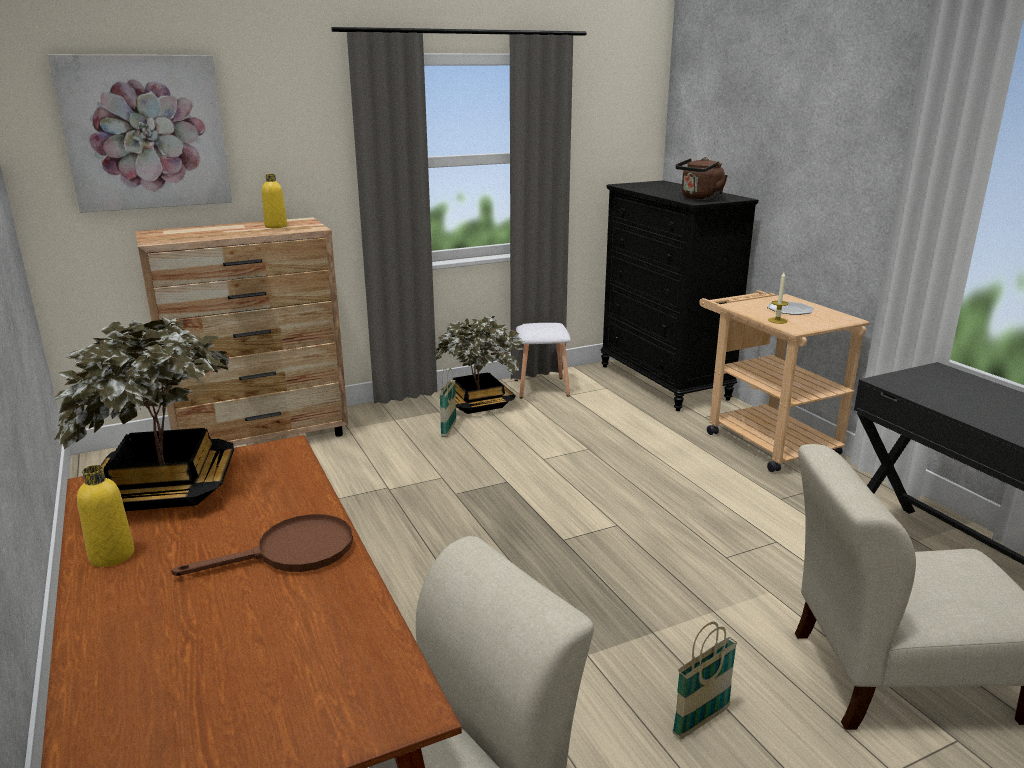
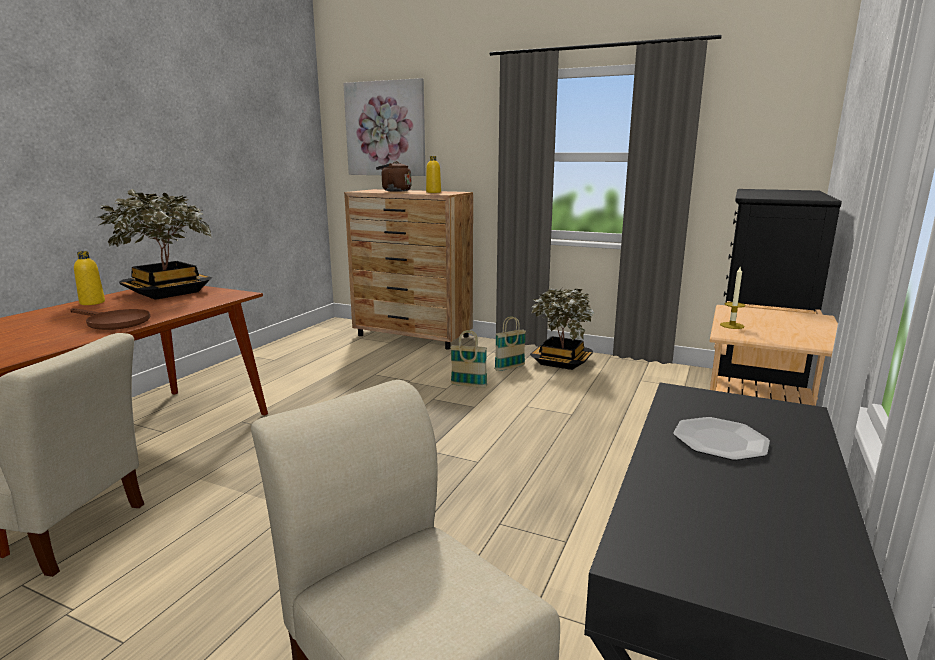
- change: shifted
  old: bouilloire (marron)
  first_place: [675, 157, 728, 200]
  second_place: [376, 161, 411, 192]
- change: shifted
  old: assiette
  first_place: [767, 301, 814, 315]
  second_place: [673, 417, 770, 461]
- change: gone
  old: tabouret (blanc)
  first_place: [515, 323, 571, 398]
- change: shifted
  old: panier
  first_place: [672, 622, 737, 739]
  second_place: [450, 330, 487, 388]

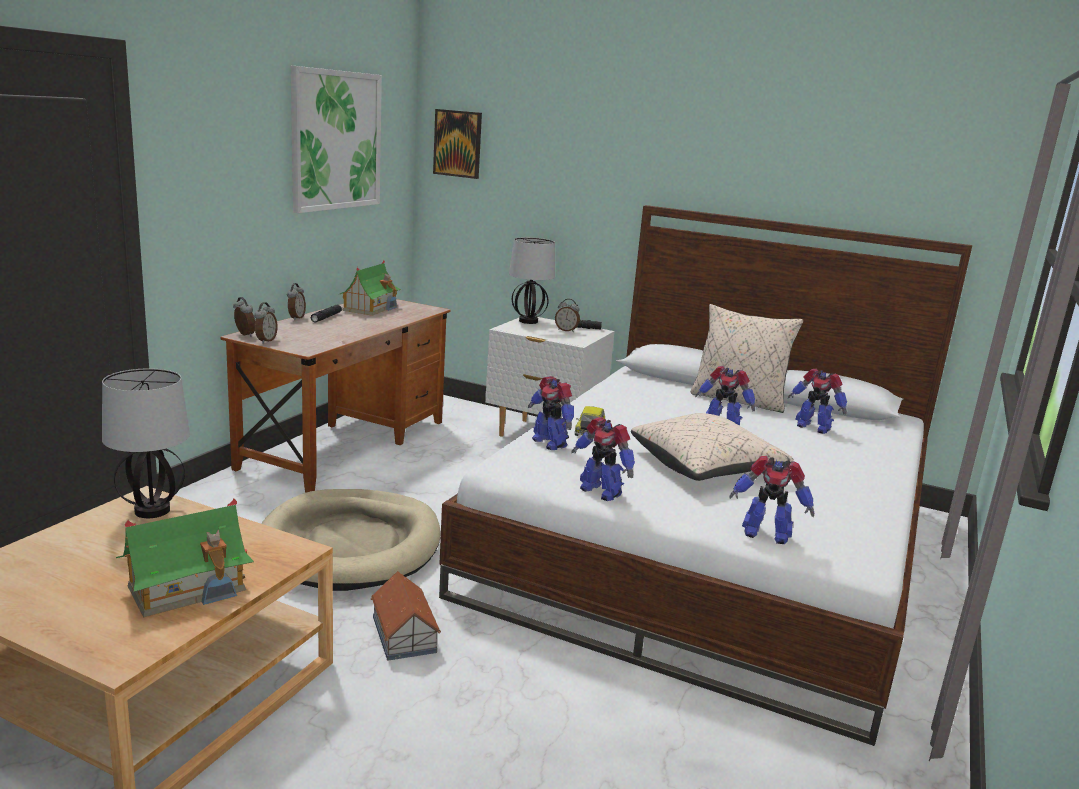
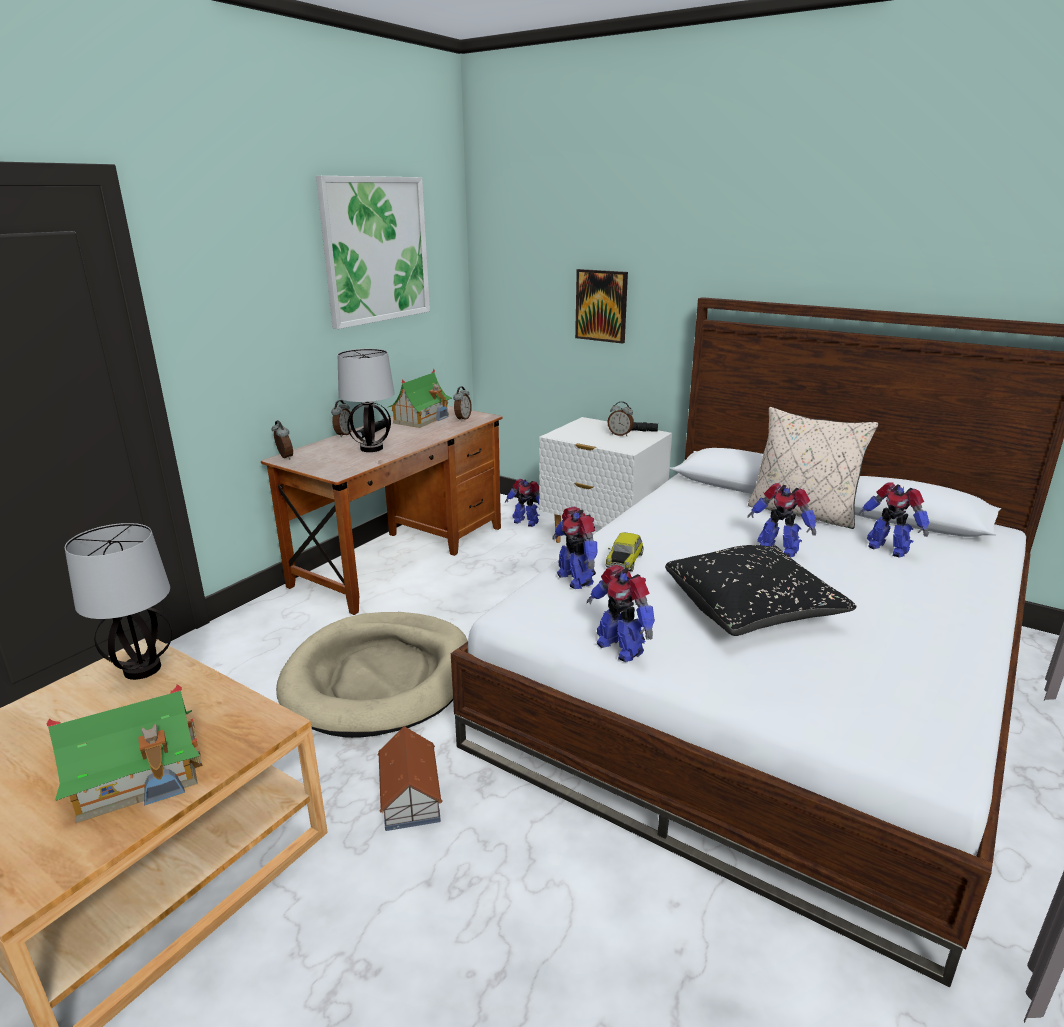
- change: shifted
  old: tableau
  first_place: [433, 109, 482, 179]
  second_place: [575, 269, 628, 344]
- change: shifted
  old: lampe de table
  first_place: [509, 237, 555, 324]
  second_place: [338, 349, 395, 452]
- change: shifted
  old: réveil
  first_place: [254, 302, 278, 343]
  second_place: [453, 386, 472, 421]
- change: repainted
  old: coussin (beige)
  new: coussin (noir)
  first_place: [631, 413, 794, 481]
  second_place: [665, 545, 856, 636]
- change: shifted
  old: robot jouet
  first_place: [729, 456, 814, 544]
  second_place: [505, 479, 539, 527]

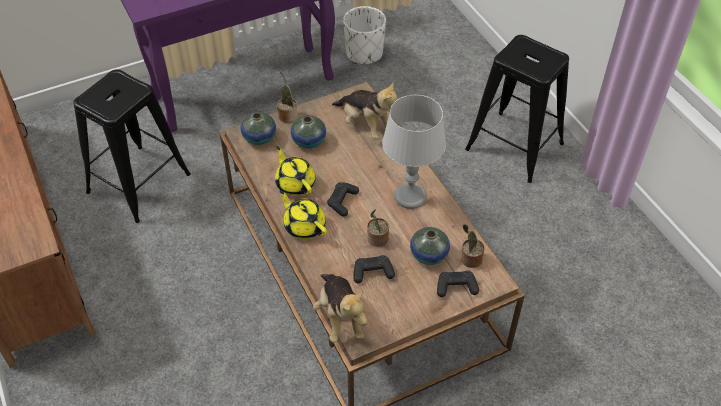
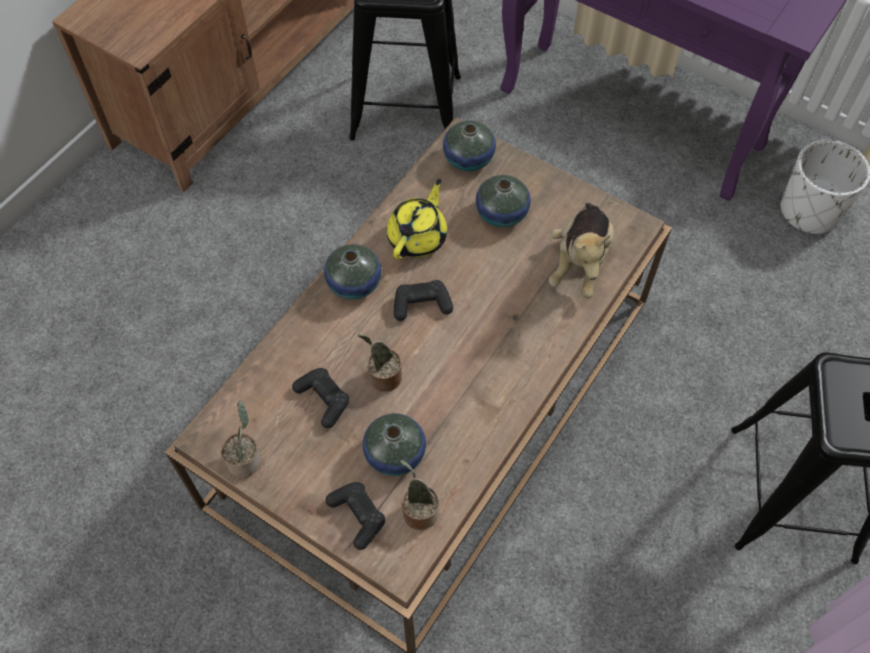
- change: shifted
  old: plante en pot
  first_place: [277, 69, 298, 123]
  second_place: [221, 401, 261, 477]
- change: gone
  old: lampe de table (gris)
  first_place: [382, 95, 446, 209]
- change: swapped
  old: théière (jaune)
  new: vase
  first_place: [280, 190, 327, 239]
  second_place: [324, 244, 382, 300]
- change: gone
  old: peluche
  first_place: [313, 274, 367, 343]

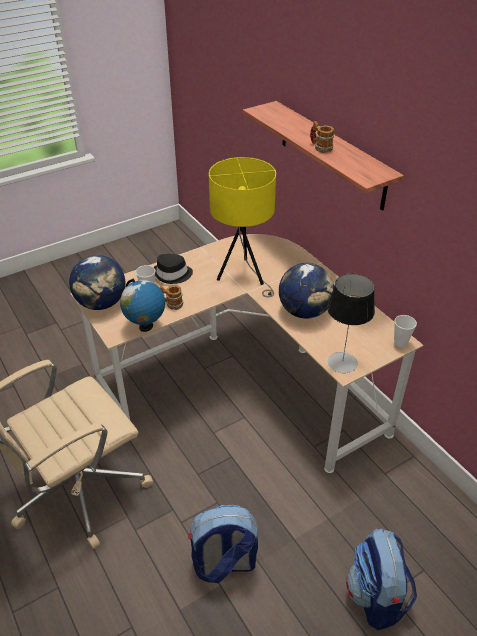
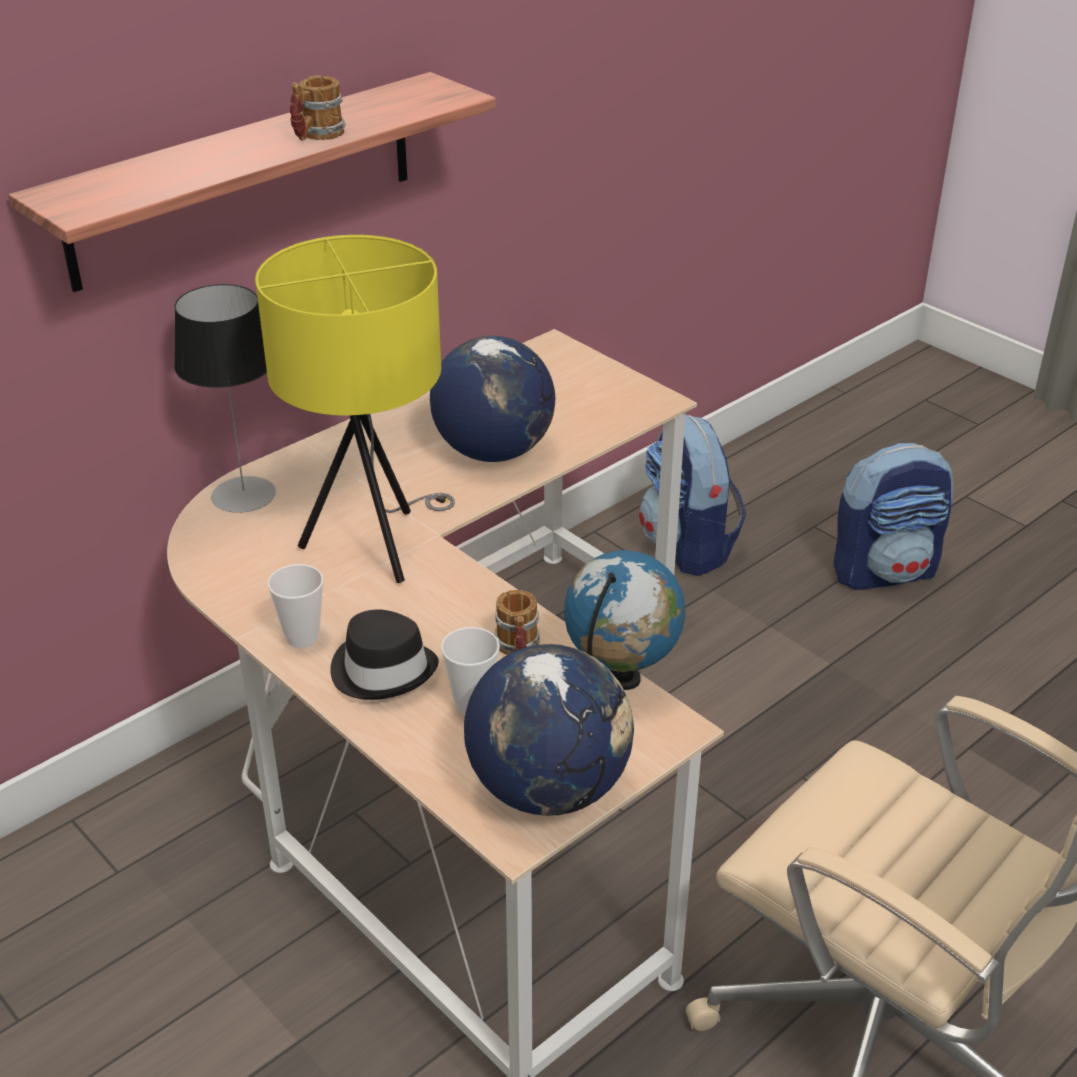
- change: shifted
  old: lampe de table
  first_place: [327, 274, 375, 373]
  second_place: [174, 284, 276, 513]
- change: shifted
  old: tasse
  first_place: [394, 315, 417, 348]
  second_place: [267, 564, 324, 648]
- change: shifted
  old: sac à dos
  first_place: [188, 505, 258, 583]
  second_place: [639, 414, 746, 576]

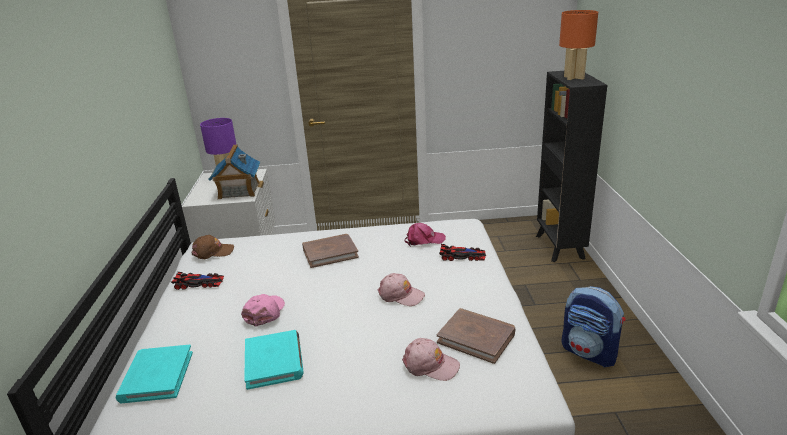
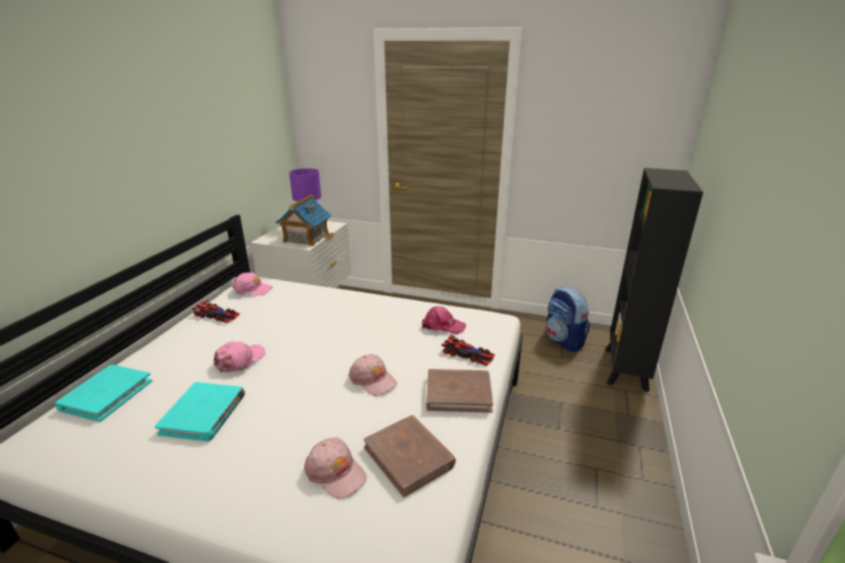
- change: gone
  old: lampe de table (orange)
  first_place: [559, 10, 598, 80]
- change: shifted
  old: livre (marron)
  first_place: [302, 234, 359, 268]
  second_place: [426, 369, 493, 413]
- change: repainted
  old: casquette (marron)
  new: casquette (rose)
  first_place: [191, 235, 234, 259]
  second_place: [232, 272, 273, 296]
- change: shifted
  old: sac à dos
  first_place: [561, 286, 625, 367]
  second_place: [545, 286, 590, 352]

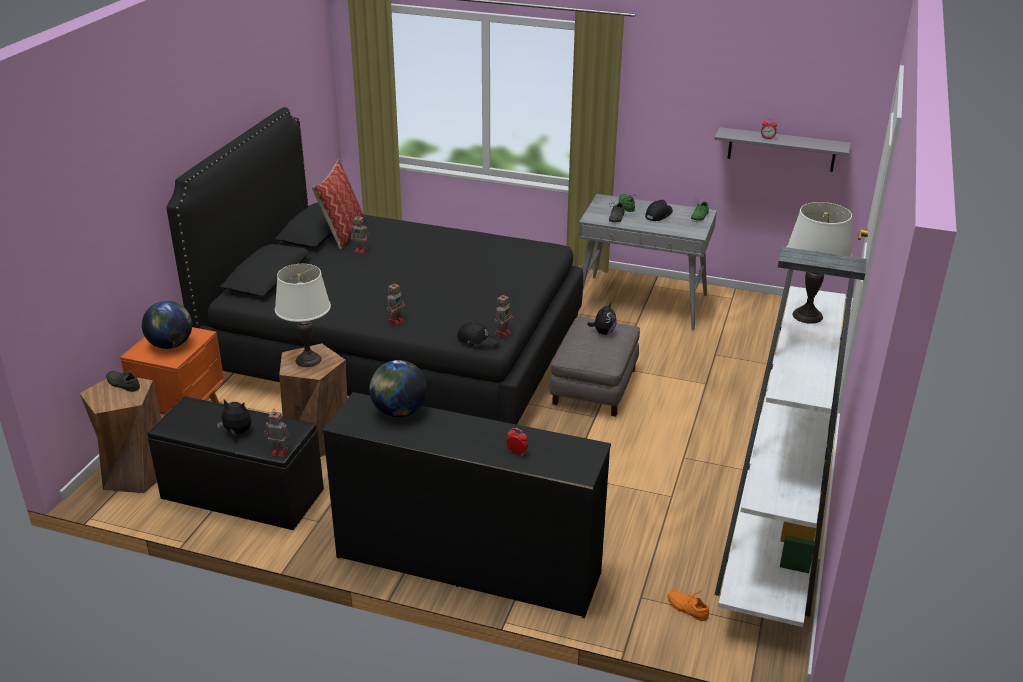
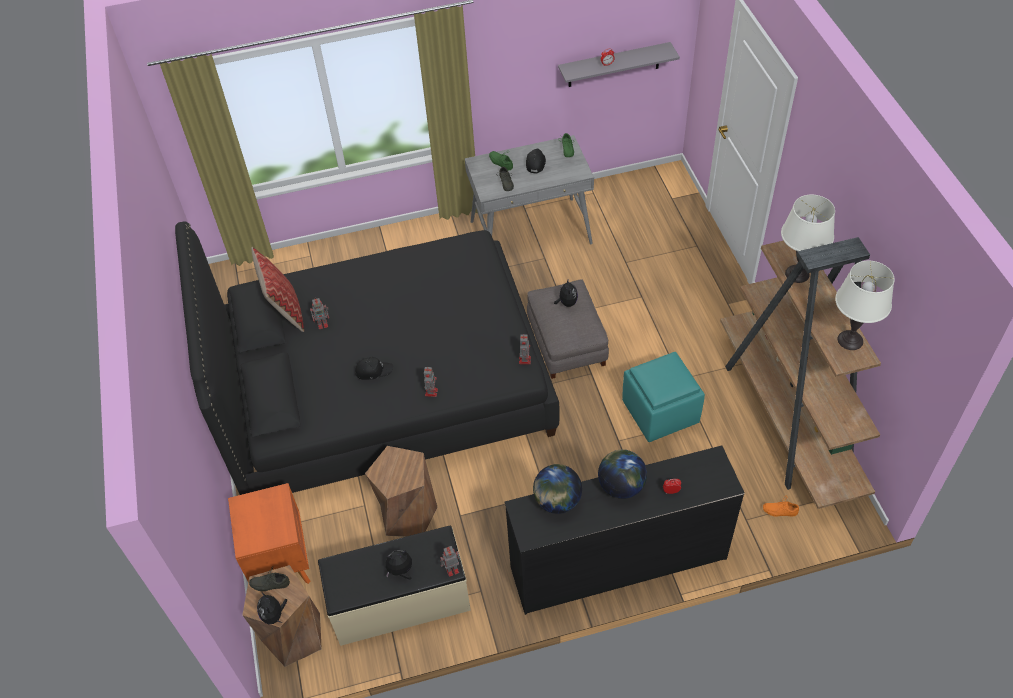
- change: repainted
  old: bibliothèque (blanc)
  new: bibliothèque (marron)
  first_place: [715, 247, 867, 627]
  second_place: [720, 237, 881, 509]
- change: shifted
  old: lampe de table (blanc)
  first_place: [275, 264, 331, 367]
  second_place: [835, 261, 895, 350]
- change: shifted
  old: globe
  first_place: [142, 301, 192, 349]
  second_place: [598, 449, 647, 499]
- change: shifted
  old: casquette (noir)
  first_place: [457, 322, 498, 348]
  second_place: [355, 357, 393, 380]
- change: repainted
  old: banc (noir)
  new: banc (beige)
  first_place: [147, 397, 324, 530]
  second_place: [318, 526, 471, 646]
- change: new
  new: pouf (turquoise)
  second_place: [622, 352, 705, 442]
- change: new
  new: peluche
  second_place: [257, 593, 287, 624]

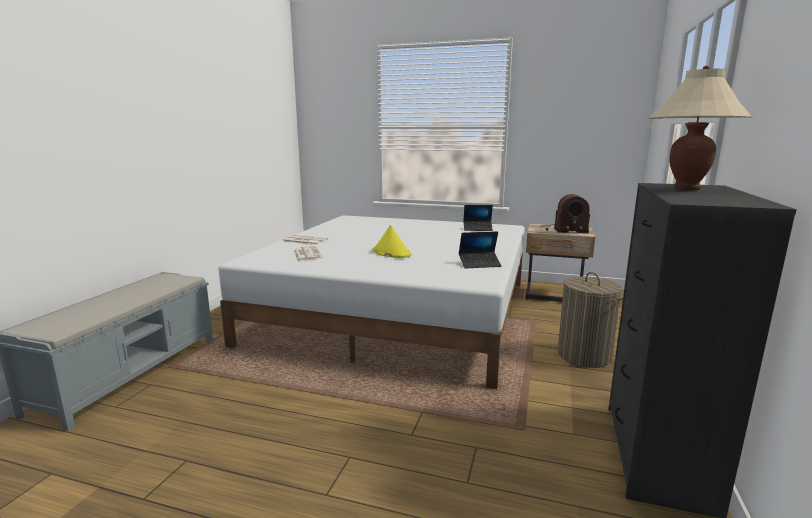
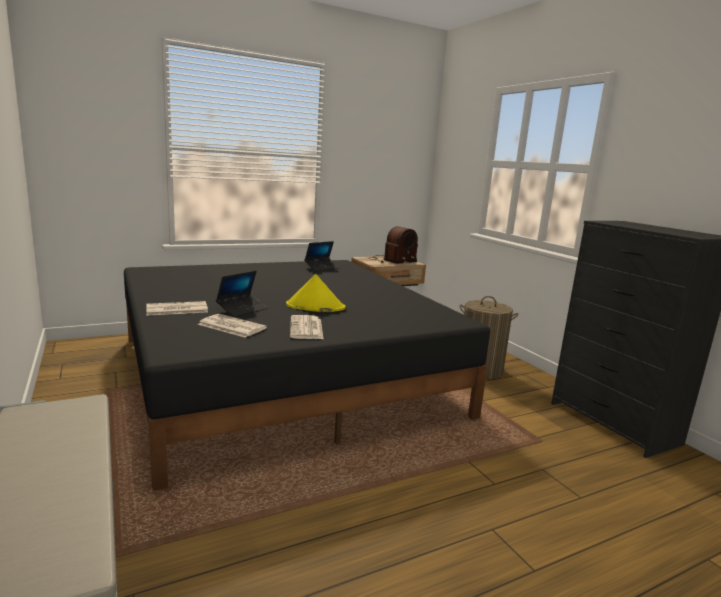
- change: gone
  old: lampe de table (beige)
  first_place: [649, 66, 752, 190]
- change: repainted
  old: lit (blanc)
  new: lit (noir)
  first_place: [218, 215, 525, 389]
  second_place: [124, 260, 490, 491]
- change: shifted
  old: ordinateur portable
  first_place: [459, 231, 502, 269]
  second_place: [216, 271, 267, 317]
- change: new
  new: journal
  second_place: [290, 315, 323, 339]

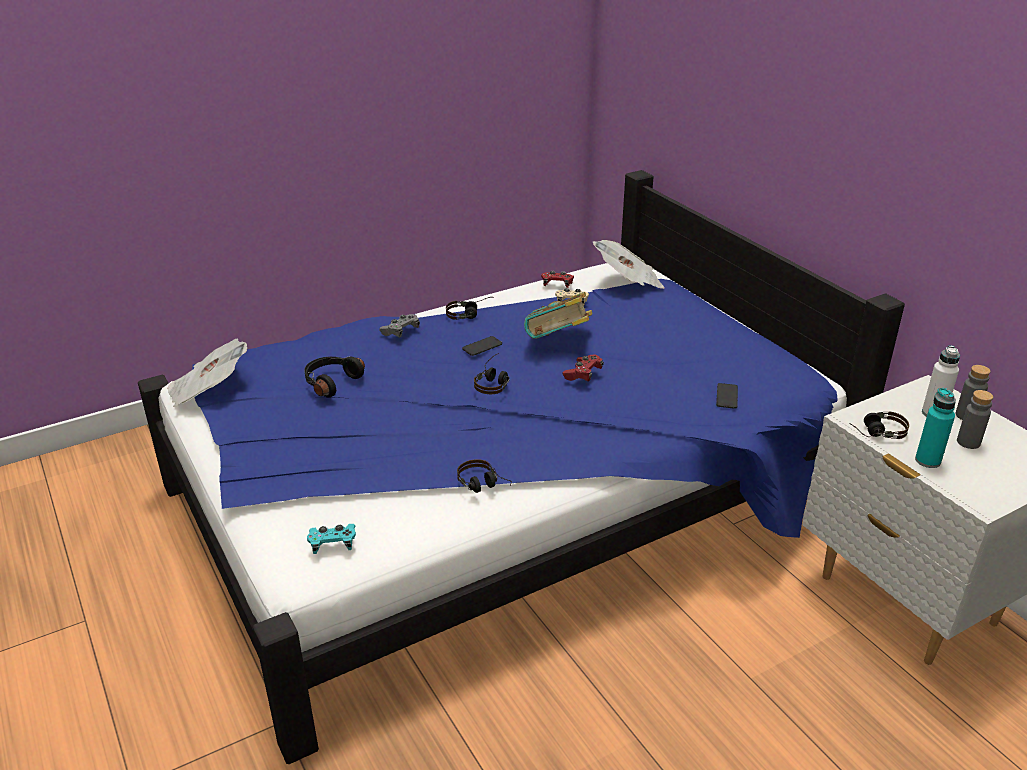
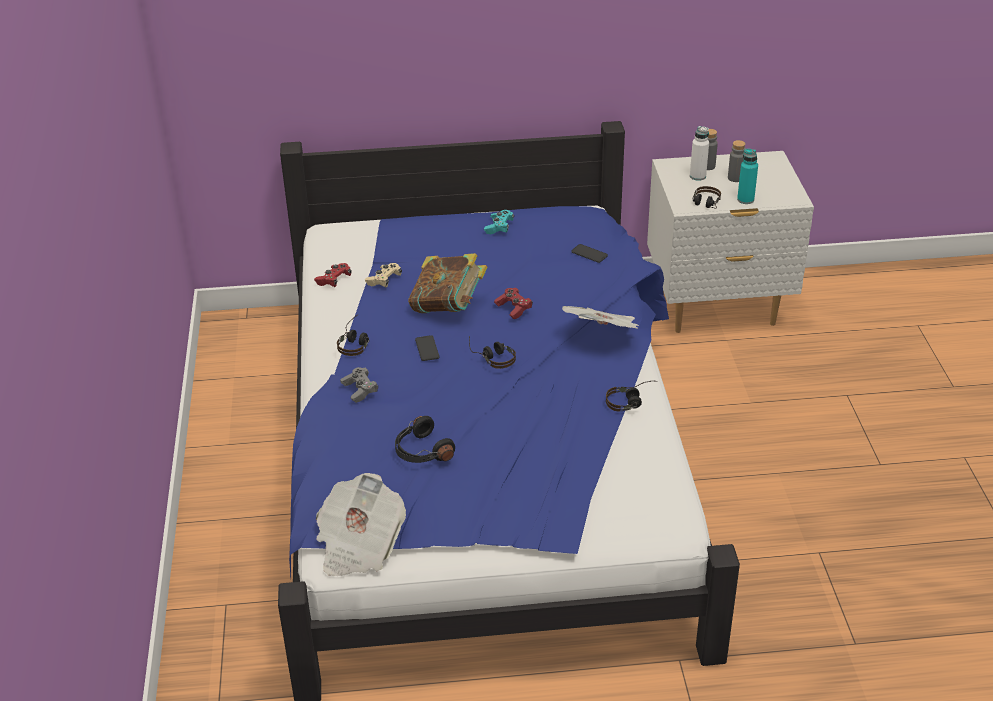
- change: shifted
  old: journal
  first_place: [593, 240, 665, 289]
  second_place: [562, 306, 639, 329]
- change: shifted
  old: manette (turquoise)
  first_place: [307, 524, 356, 554]
  second_place: [484, 210, 514, 234]

